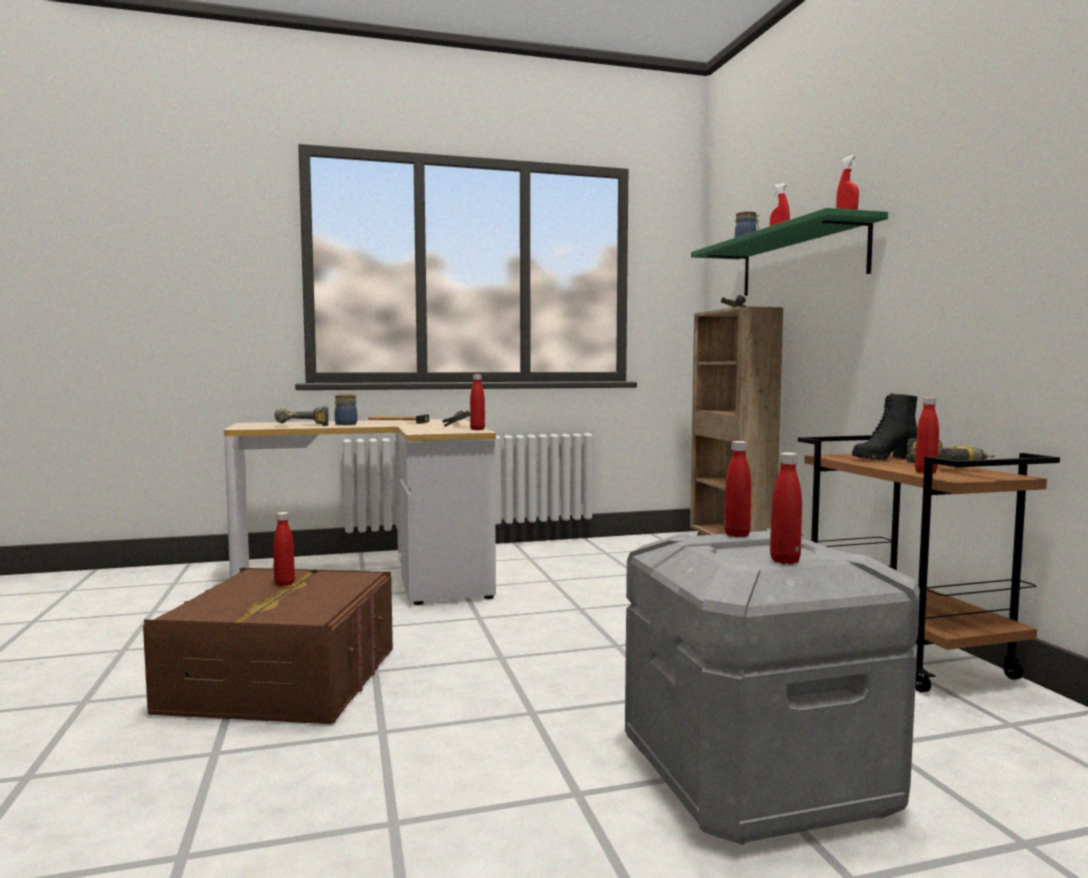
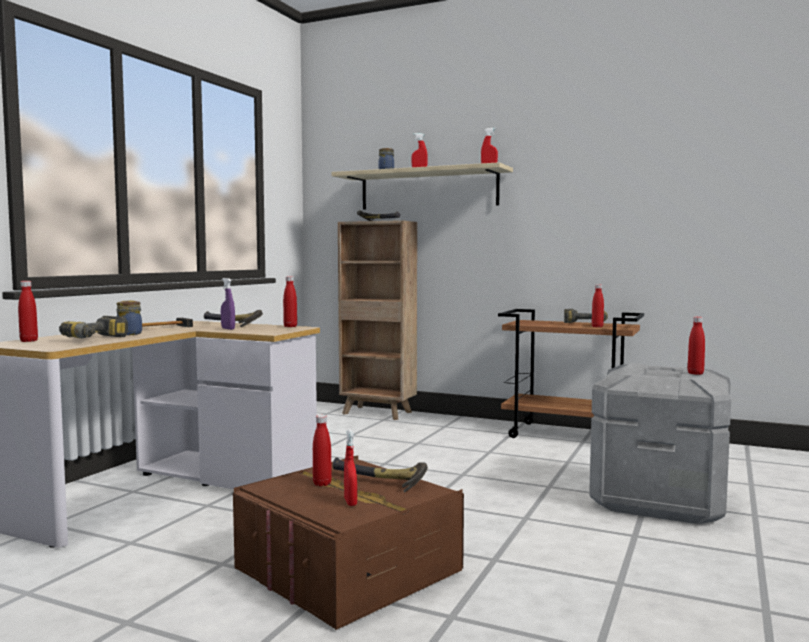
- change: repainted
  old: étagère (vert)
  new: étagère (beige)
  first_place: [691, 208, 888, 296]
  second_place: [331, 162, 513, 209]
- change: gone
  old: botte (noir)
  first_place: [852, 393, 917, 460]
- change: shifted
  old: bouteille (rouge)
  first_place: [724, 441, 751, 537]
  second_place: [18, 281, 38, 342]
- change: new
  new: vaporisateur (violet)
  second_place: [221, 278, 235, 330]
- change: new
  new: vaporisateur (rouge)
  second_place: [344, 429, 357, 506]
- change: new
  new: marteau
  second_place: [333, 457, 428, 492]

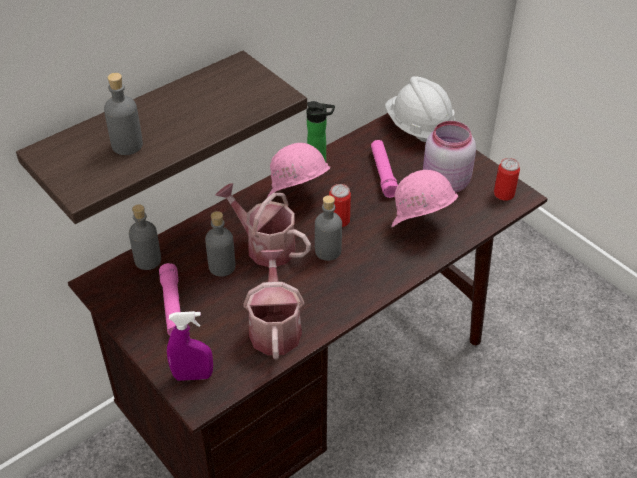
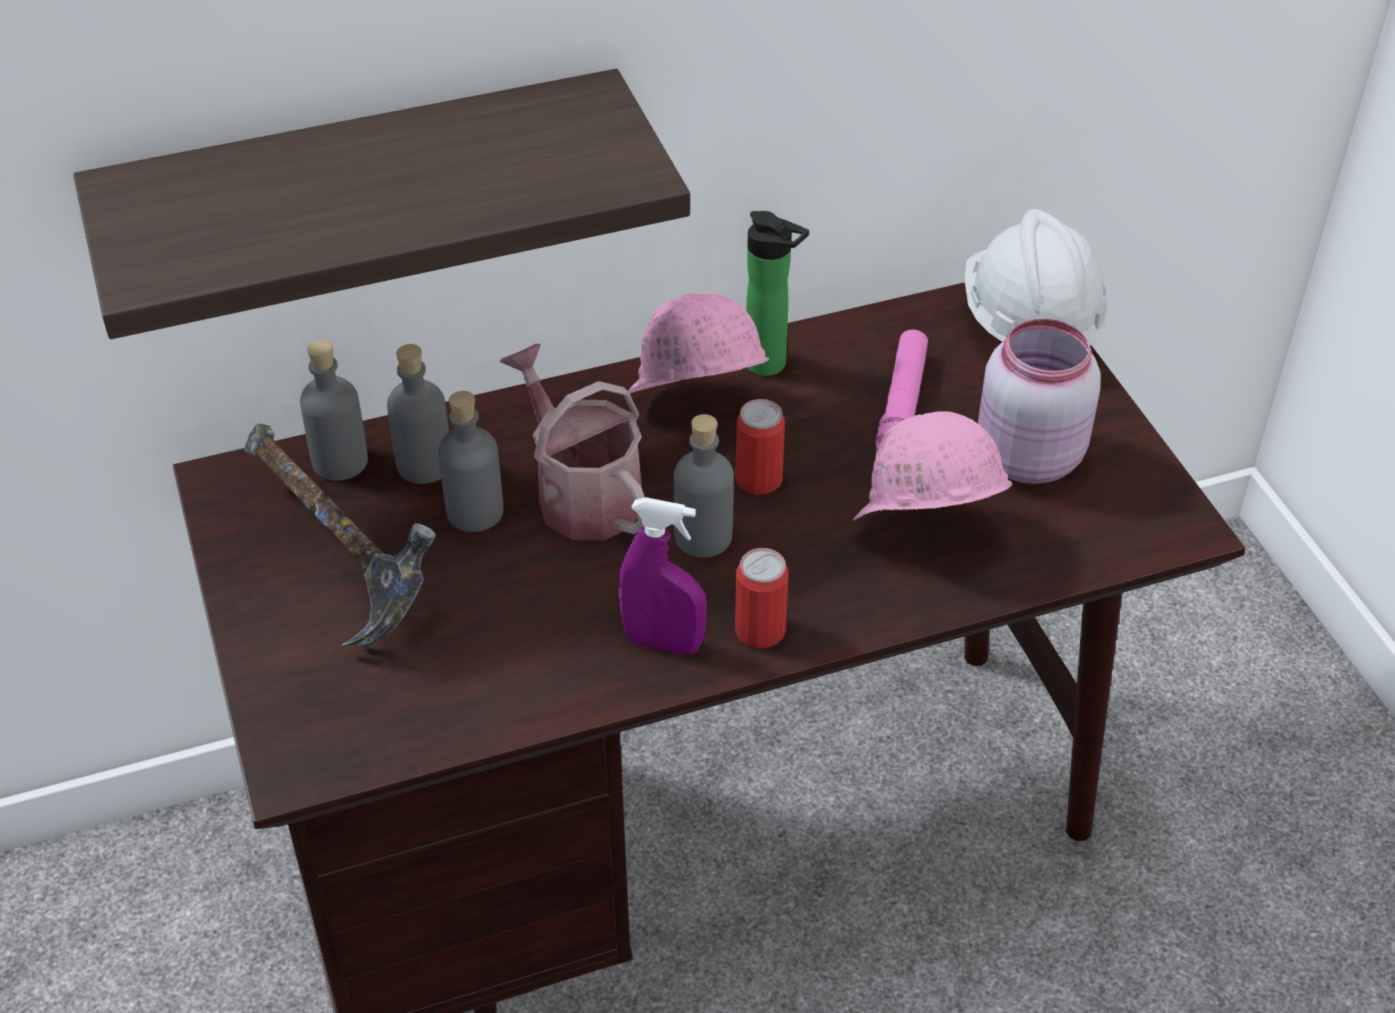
- change: shifted
  old: bouteille (gris)
  first_place: [104, 73, 143, 155]
  second_place: [387, 344, 449, 484]
- change: shifted
  old: boîte métallique
  first_place: [494, 158, 520, 201]
  second_place: [735, 548, 789, 648]
- change: gone
  old: arrosoir
  first_place: [243, 250, 304, 360]
- change: swapped
  old: lampe de poche (rose)
  new: marteau
  first_place: [159, 263, 180, 335]
  second_place: [244, 424, 436, 647]
- change: shifted
  old: vaporisateur (violet)
  first_place: [167, 311, 213, 381]
  second_place: [618, 497, 707, 655]

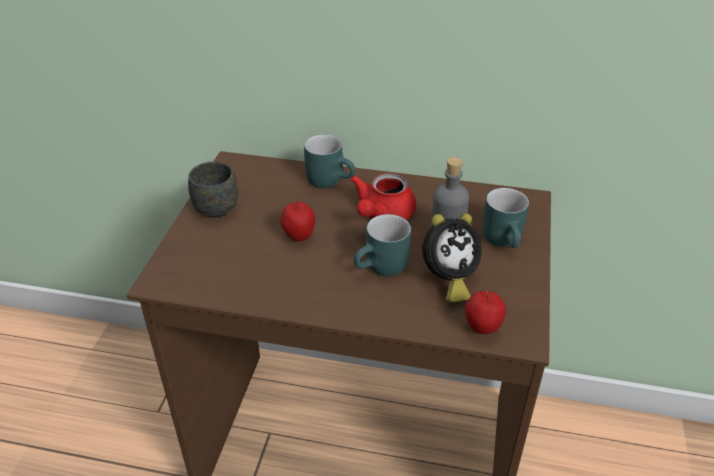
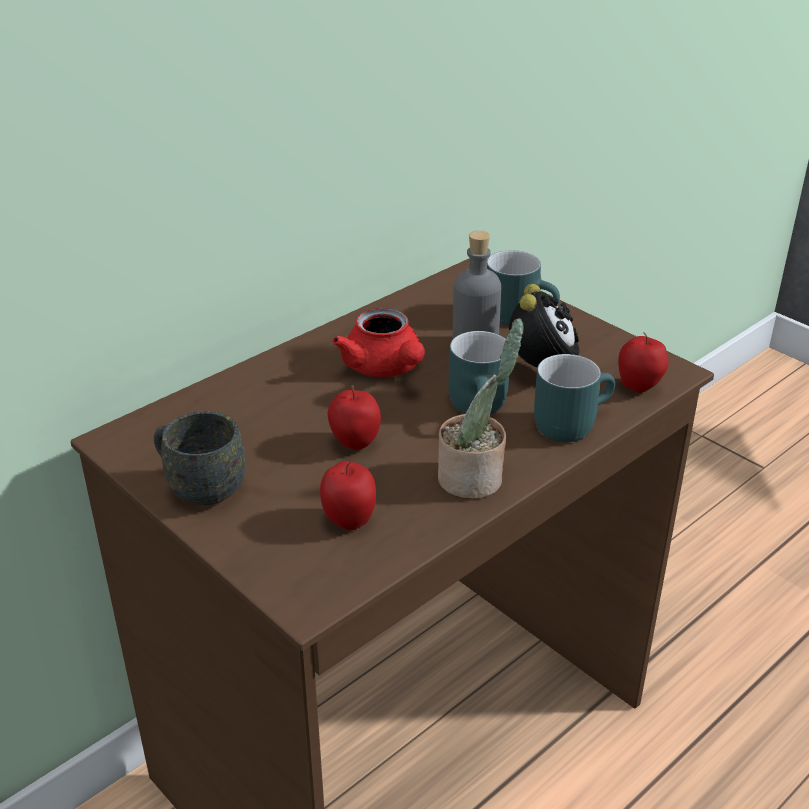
- change: shifted
  old: mug (turquoise)
  first_place: [304, 134, 355, 188]
  second_place: [534, 354, 615, 442]
- change: new
  new: plante en pot
  second_place: [438, 318, 524, 499]
- change: new
  new: pomme
  second_place: [320, 461, 376, 530]

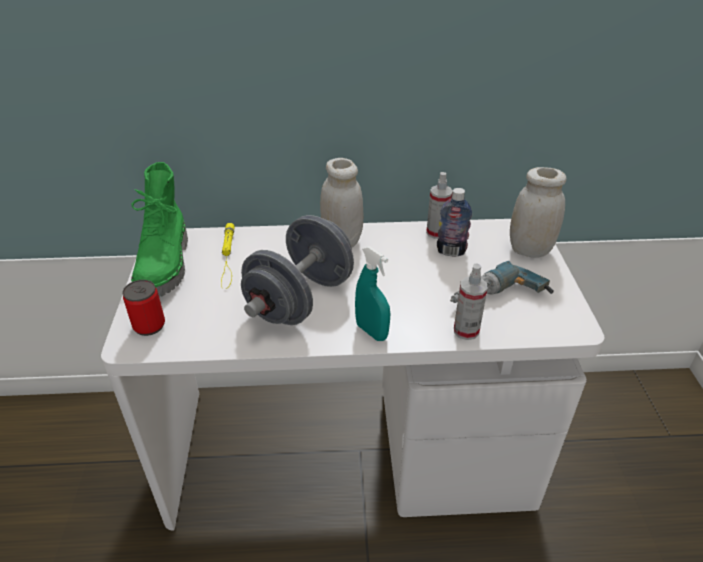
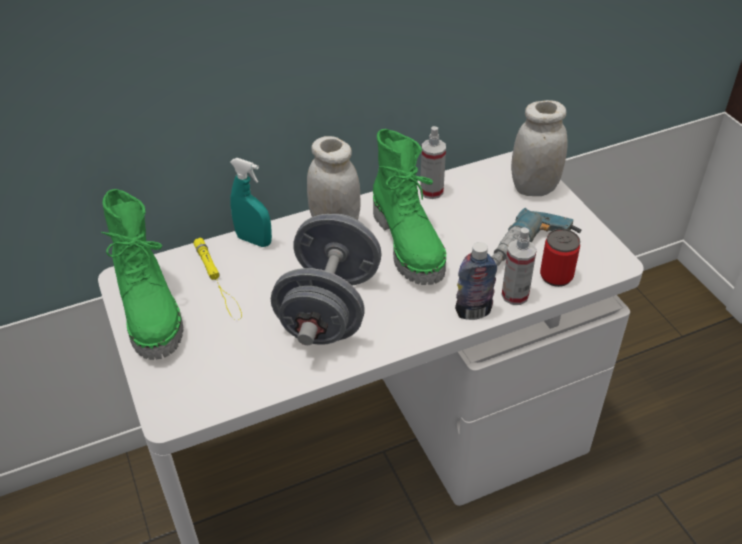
- change: shifted
  old: bouteille
  first_place: [437, 188, 472, 256]
  second_place: [455, 242, 497, 320]
- change: shifted
  old: vaporisateur (turquoise)
  first_place: [355, 246, 390, 341]
  second_place: [230, 158, 272, 247]
- change: shifted
  old: boîte métallique
  first_place: [123, 280, 165, 336]
  second_place: [540, 229, 580, 287]
- change: new
  new: botte (vert)
  second_place: [373, 129, 446, 285]

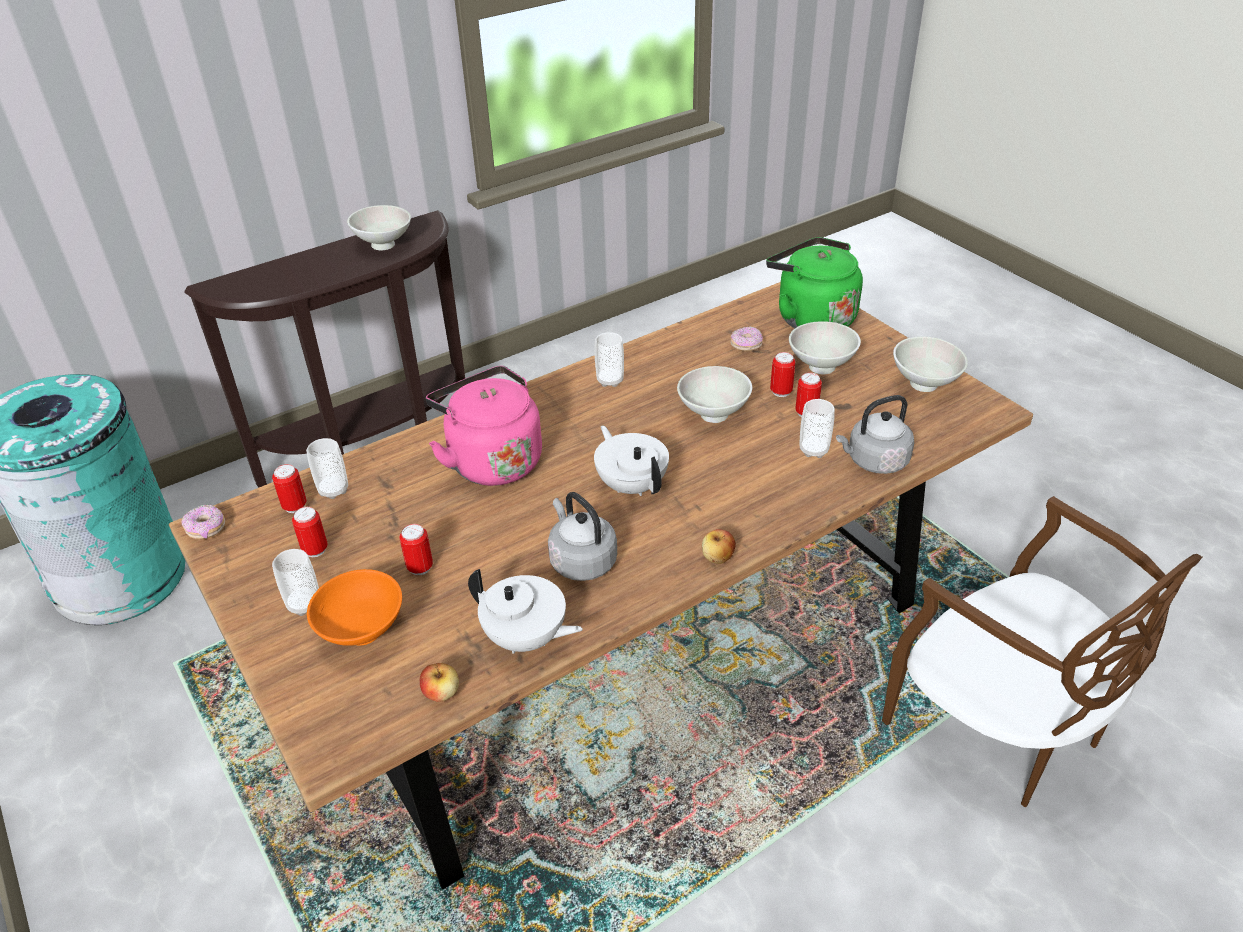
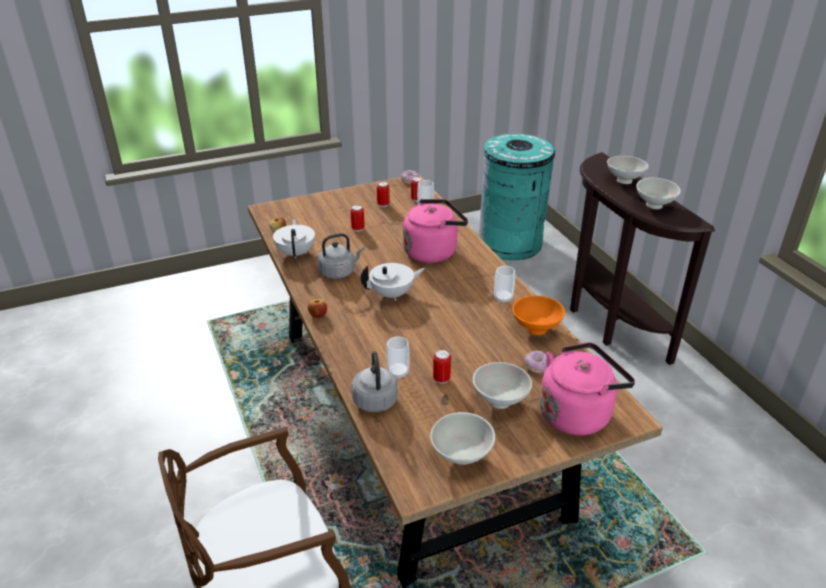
- change: repainted
  old: bouilloire (vert)
  new: bouilloire (rose)
  first_place: [766, 237, 863, 328]
  second_place: [540, 342, 635, 435]
- change: gone
  old: boîte métallique
  first_place: [770, 352, 795, 397]
- change: shifted
  old: bol (blanc)
  first_place: [677, 366, 752, 423]
  second_place: [607, 156, 649, 184]
- change: gone
  old: tasse
  first_place: [272, 549, 319, 616]
- change: shifted
  old: bol (orange)
  first_place: [307, 569, 402, 646]
  second_place: [512, 296, 565, 335]
- change: rotated
  old: théière (blanc)
  first_place: [468, 569, 583, 654]
  second_place: [273, 219, 315, 259]
  degrees: 135

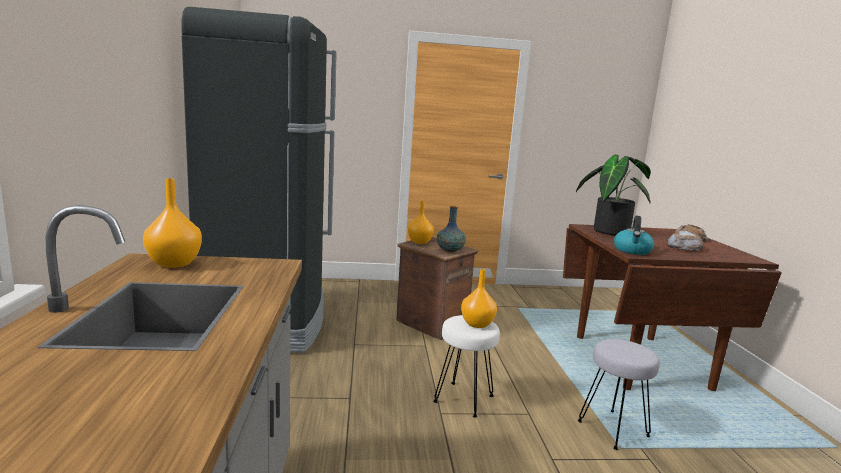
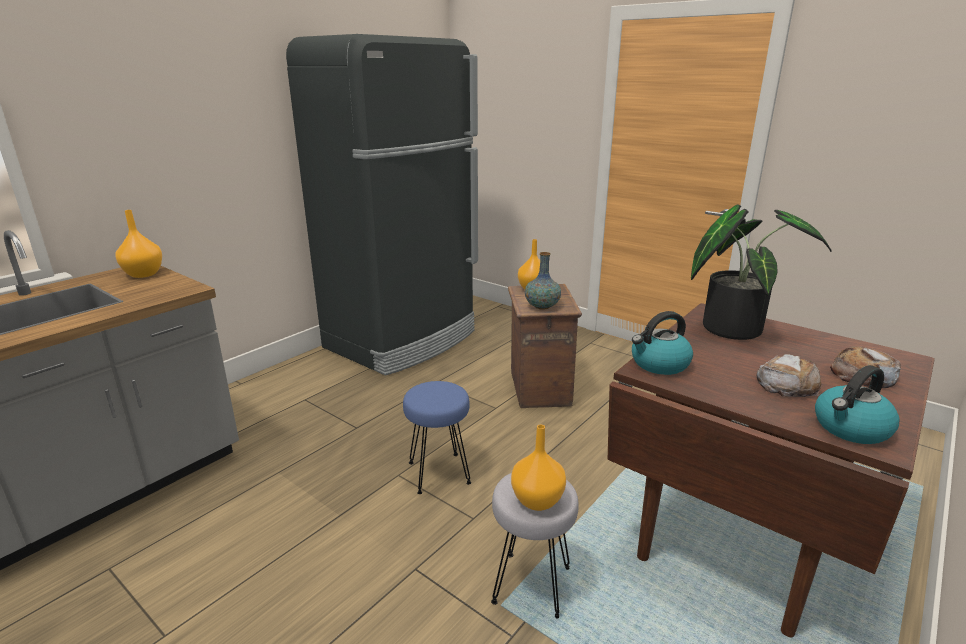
- change: shifted
  old: vase (orange)
  first_place: [461, 269, 497, 328]
  second_place: [511, 424, 566, 511]
- change: repainted
  old: tabouret (blanc)
  new: tabouret (bleu)
  first_place: [433, 315, 500, 417]
  second_place: [403, 381, 471, 494]
- change: new
  new: bouilloire
  second_place: [815, 365, 899, 444]

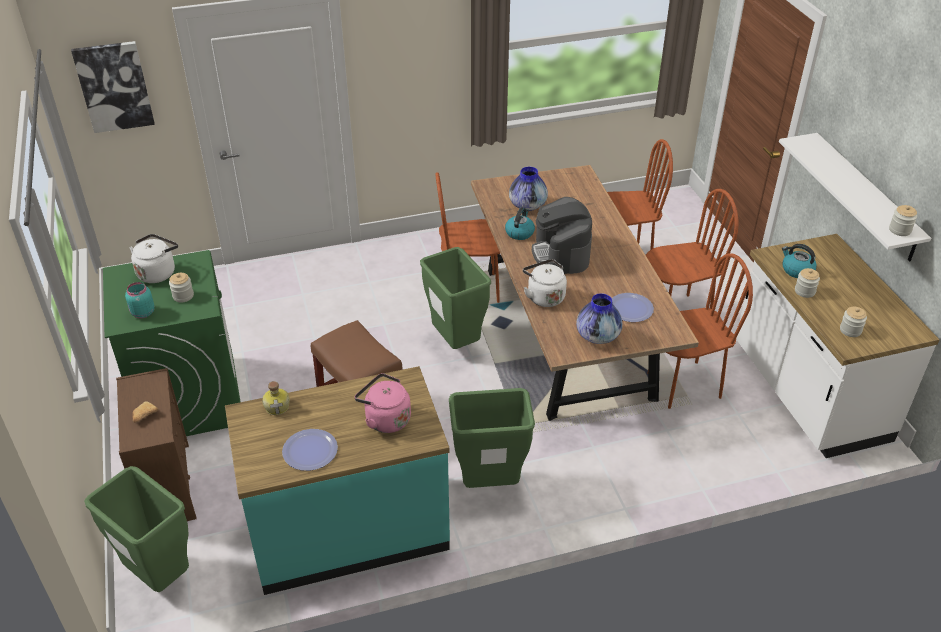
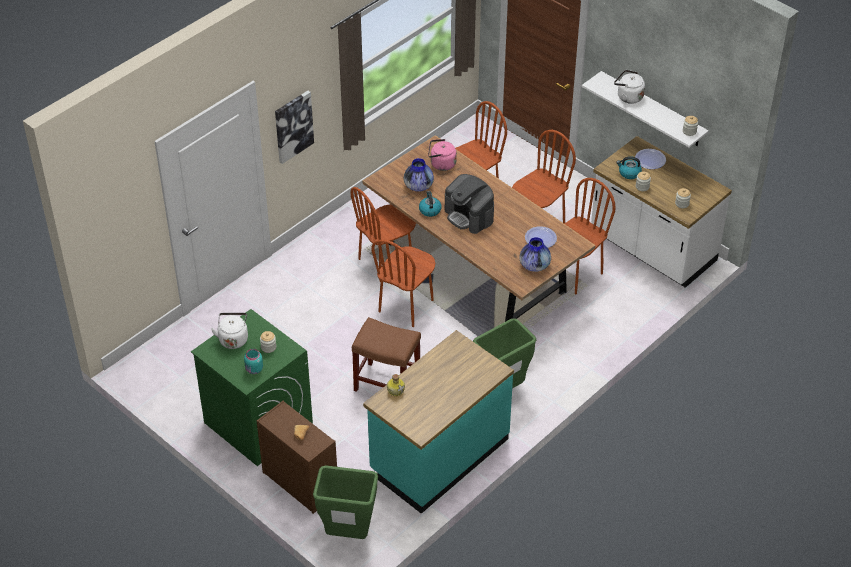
- change: shifted
  old: tableau
  first_place: [71, 41, 155, 133]
  second_place: [275, 91, 314, 164]
- change: swapped
  old: poubelle (vert)
  new: chaise (marron)
  first_place: [420, 247, 491, 349]
  second_place: [371, 240, 435, 327]
- change: shifted
  old: bouilloire (blanc)
  first_place: [523, 259, 567, 307]
  second_place: [614, 70, 645, 104]
- change: shifted
  old: bouilloire (rose)
  first_place: [355, 373, 411, 433]
  second_place: [428, 139, 457, 171]
- change: shifted
  old: assiette
  first_place: [282, 429, 338, 471]
  second_place: [635, 149, 666, 169]

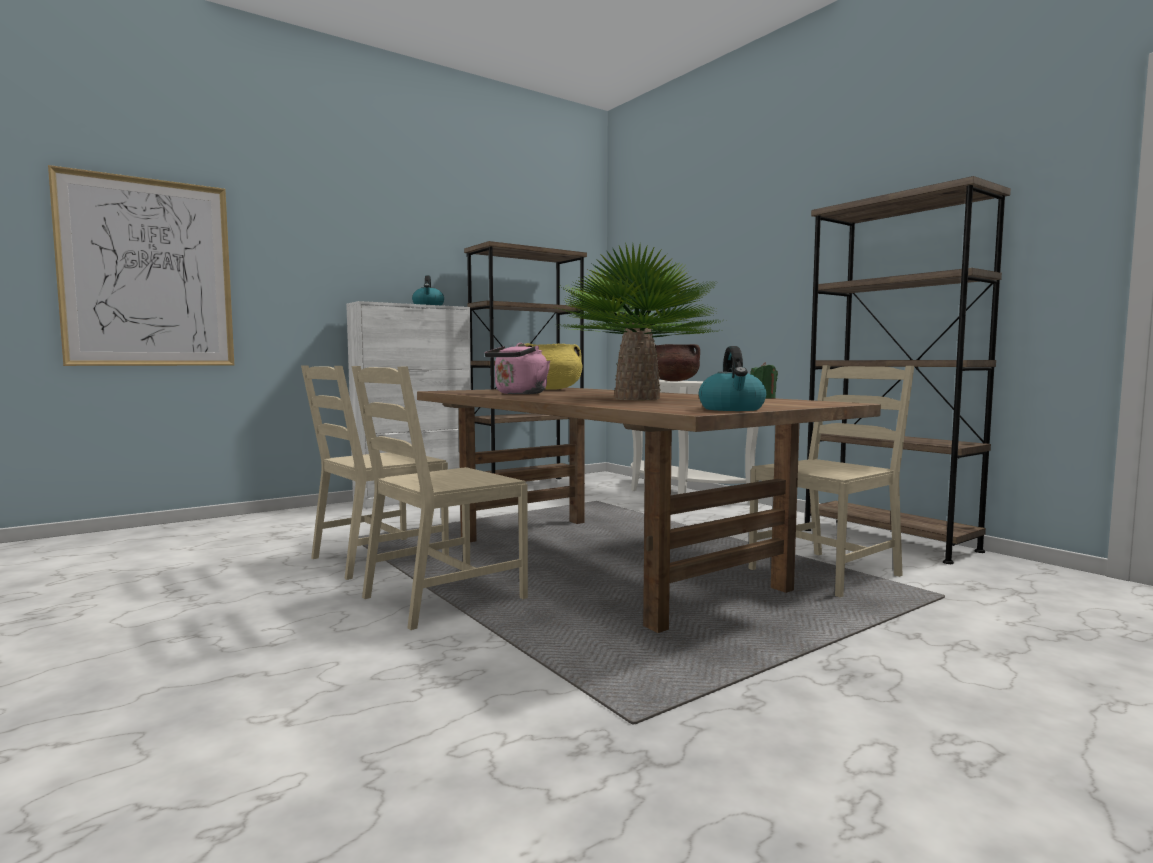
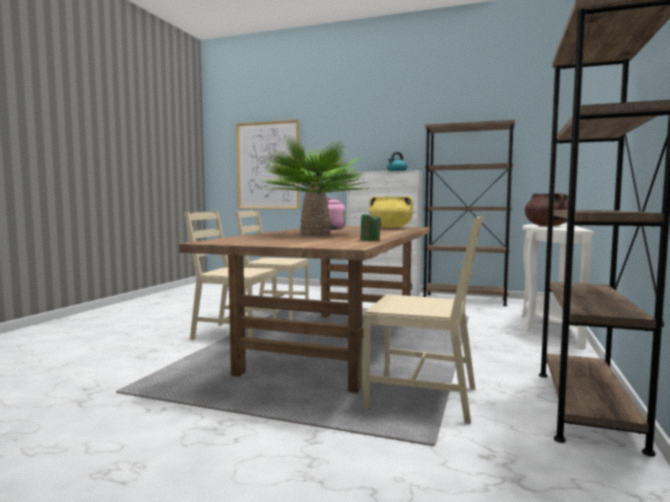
- change: gone
  old: bouilloire
  first_place: [699, 346, 766, 411]

